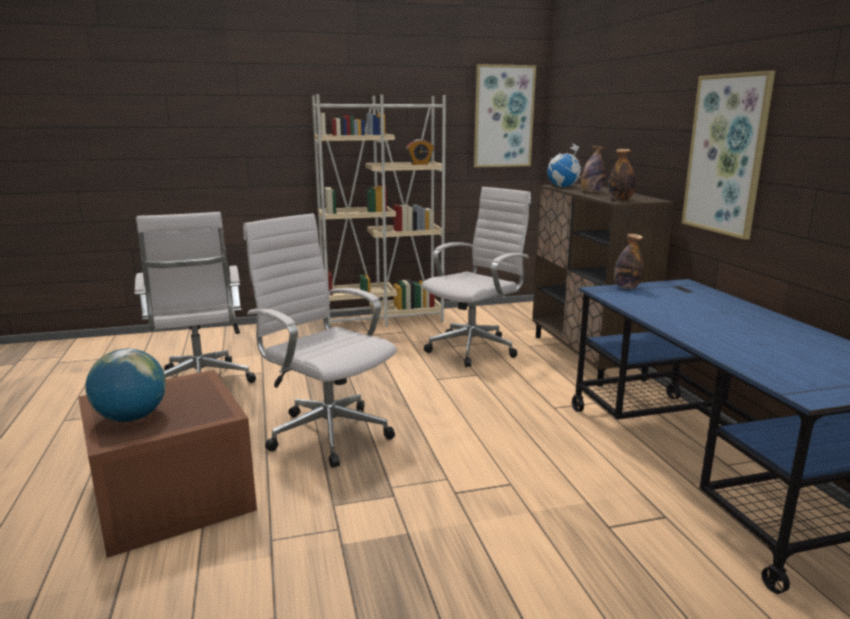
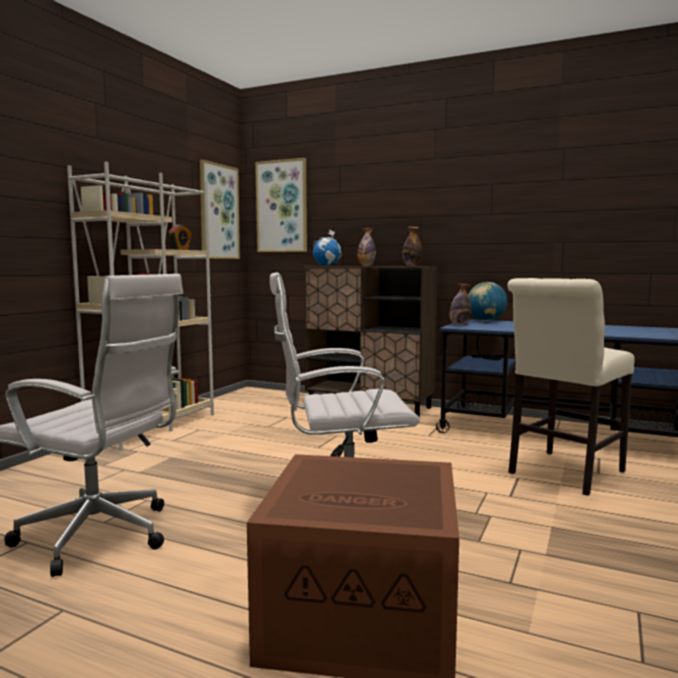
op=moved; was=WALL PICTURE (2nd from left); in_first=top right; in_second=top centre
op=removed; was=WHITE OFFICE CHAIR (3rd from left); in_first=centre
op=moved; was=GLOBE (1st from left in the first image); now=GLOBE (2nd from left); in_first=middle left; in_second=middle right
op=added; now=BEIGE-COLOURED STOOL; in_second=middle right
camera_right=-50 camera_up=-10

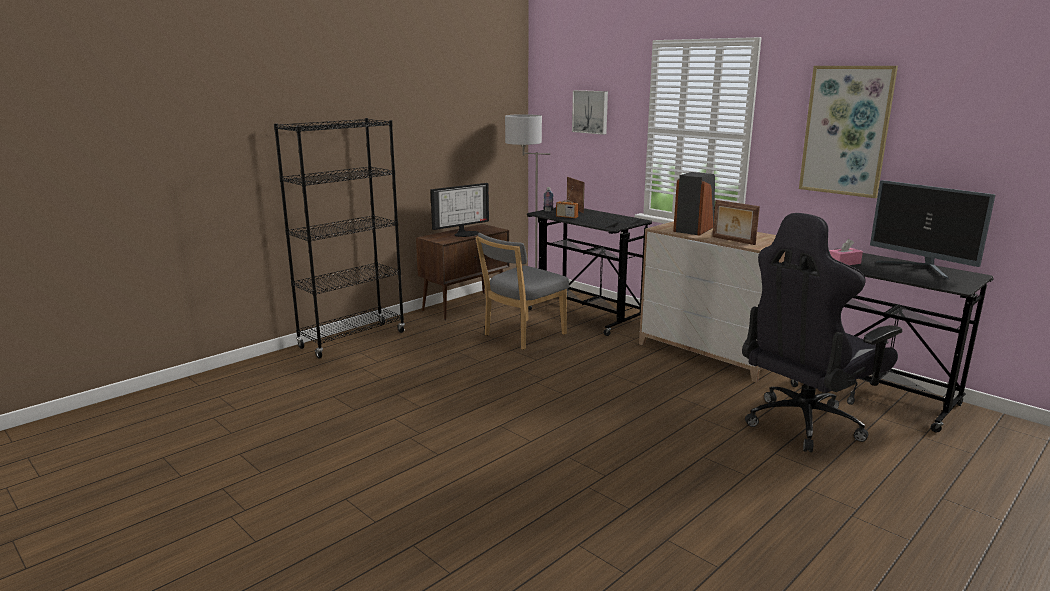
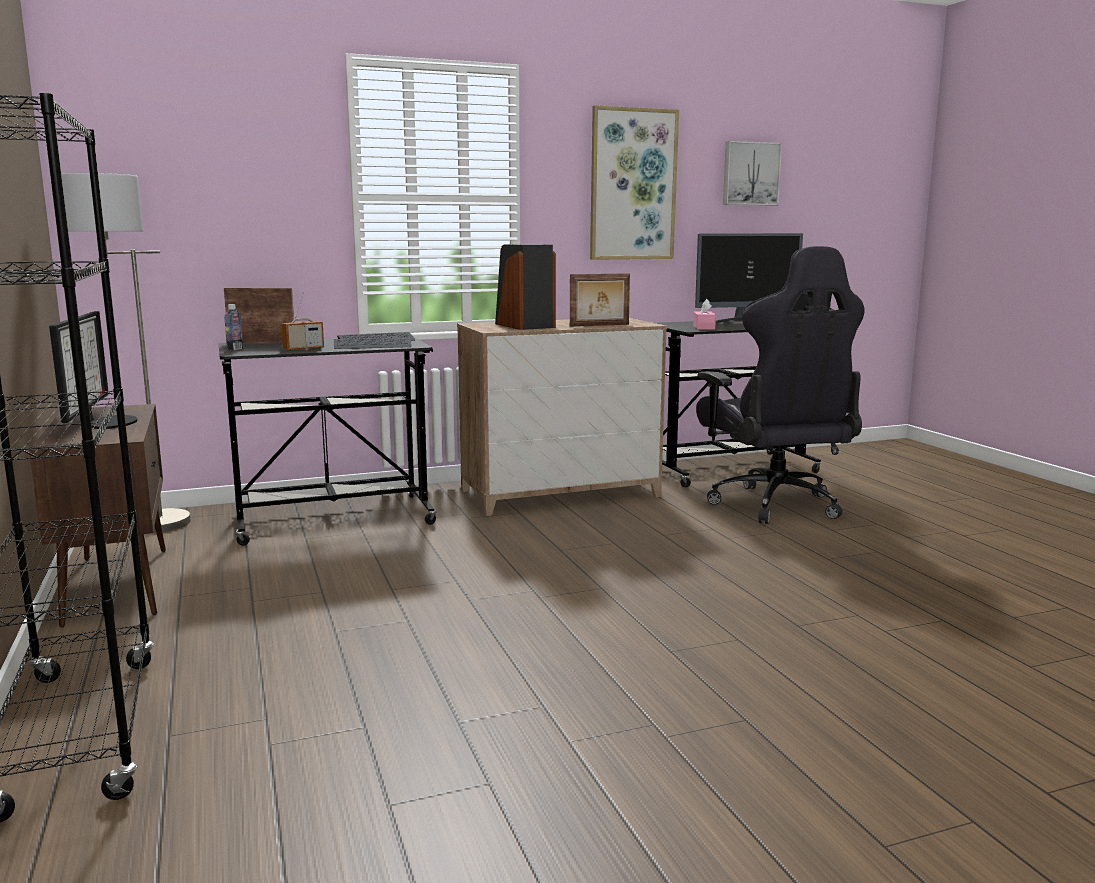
op=moved; was=WALL PICTURE (1st from left in the first image); now=WALL PICTURE (2nd from left); in_first=top centre; in_second=top right
op=removed; was=GRAY PLAIN CHAIR; in_first=centre
camera_right=-65 camera_up=-5

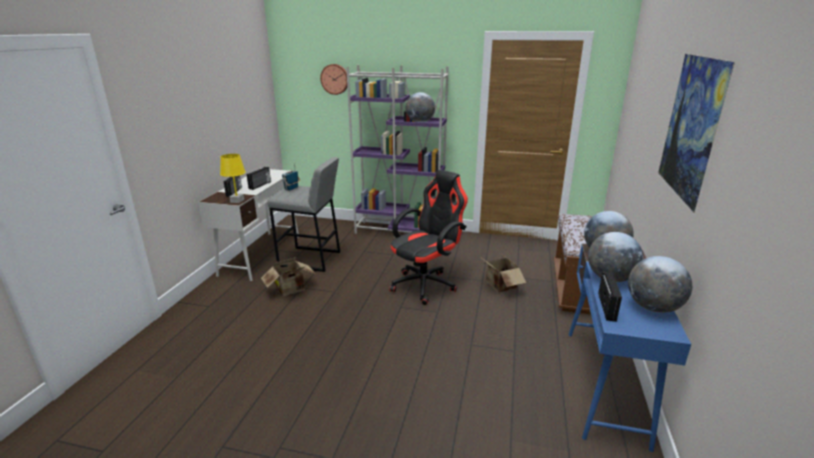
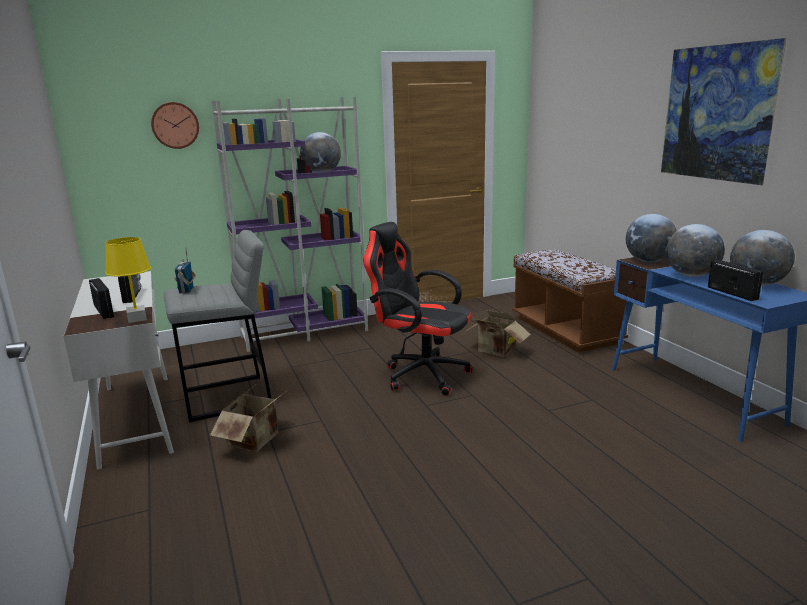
op=turned; was=BLACKISH OFFICE CHAIR; in_first=centre; in_second=centre; clockwise=-60
camera_right=-35 camera_up=-5

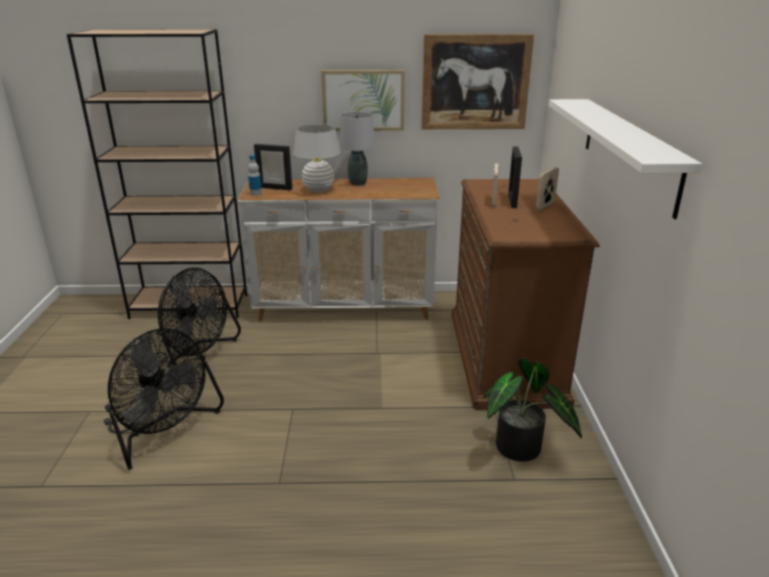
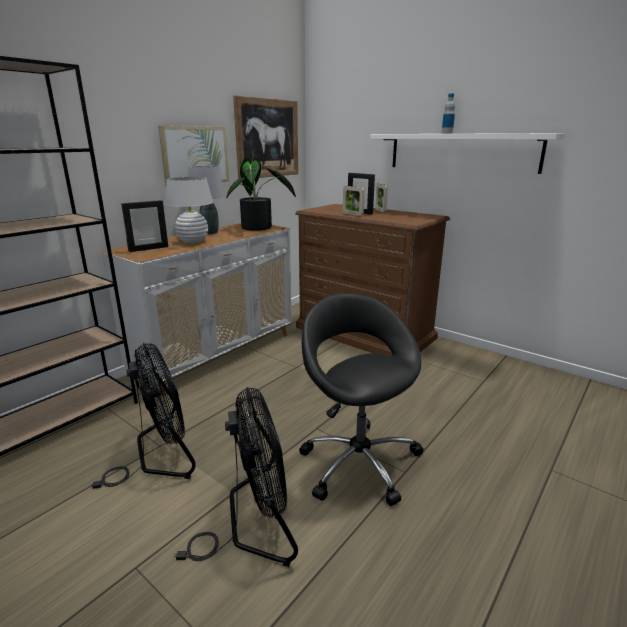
op=moved; was=BOTTLE; in_first=top left; in_second=top right
op=moved; was=PLANT IN A POT; in_first=bottom right; in_second=top centre
op=added; now=BLACKISH OFFICE CHAIR; in_second=centre
camera_right=-50 camera_up=-5

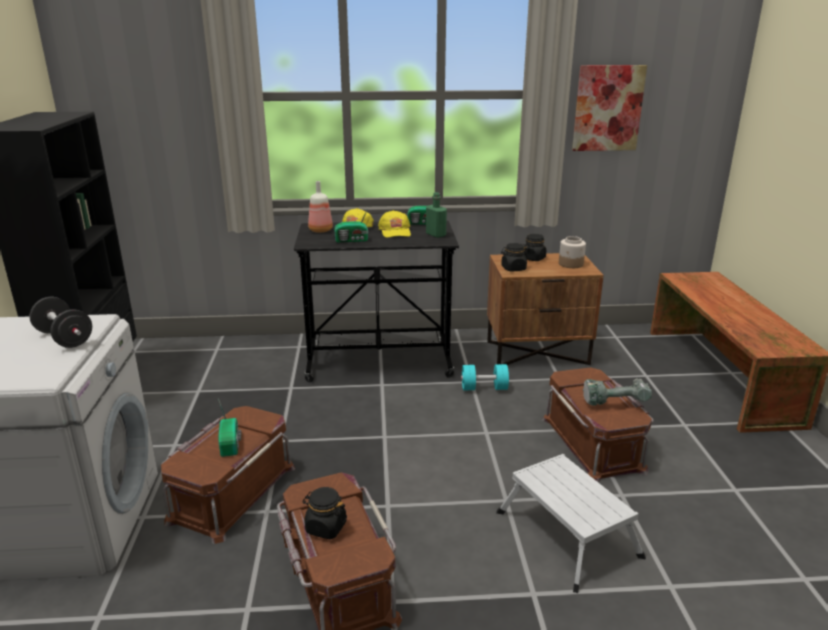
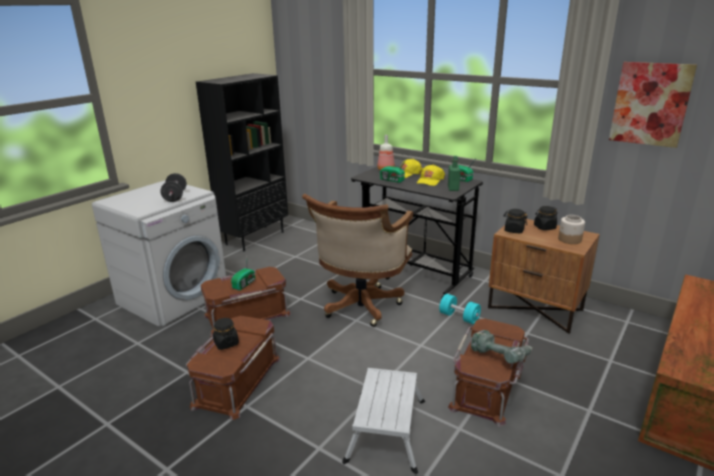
op=added; now=OFFICE CHAIR; in_second=centre
camera_right=40 camera_up=0

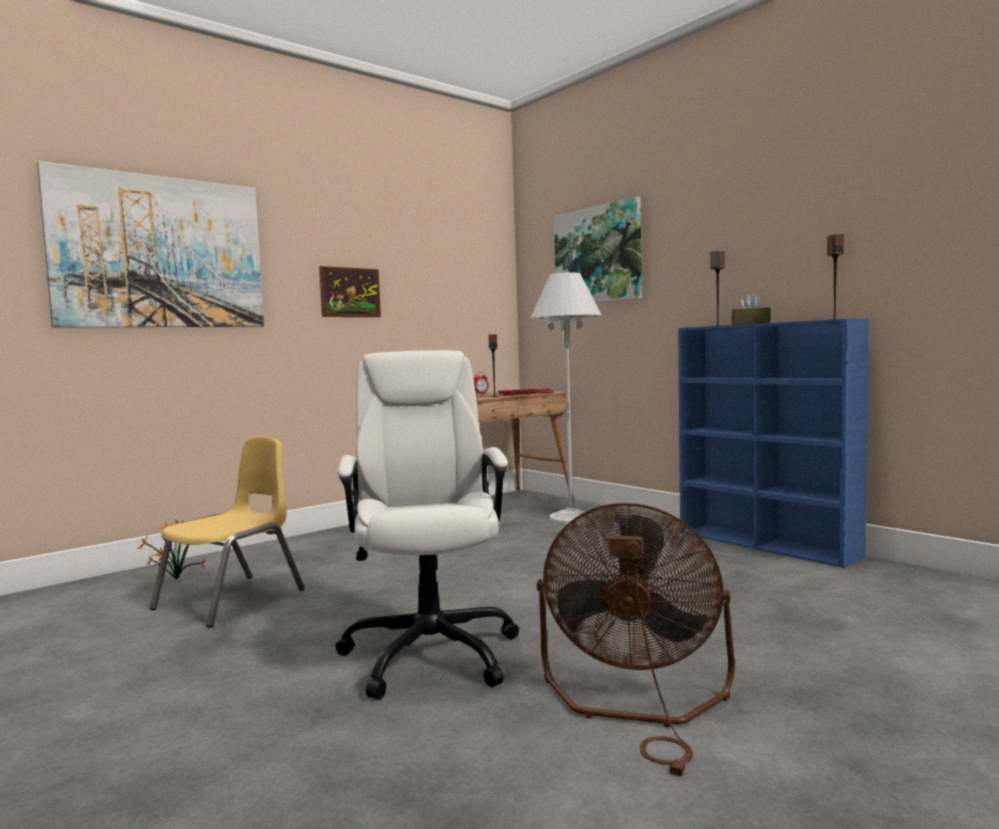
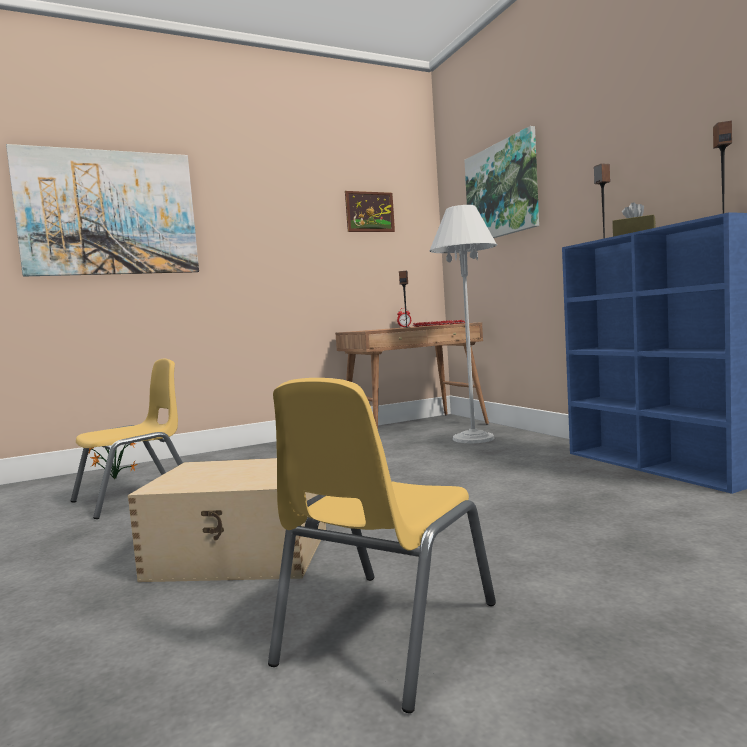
op=moved; was=WALL PICTURE (2nd from left); in_first=centre; in_second=top centre
op=replaced; was=WHITE OFFICE CHAIR; now=BEIGE-COLOURED STORAGE CONTAINER; in_first=centre; in_second=bottom left
op=replaced; was=BROWN-COLOURED COOLING FAN; now=YELLOW-COLOURED PLAIN CHAIR (2nd from left); in_first=bottom centre; in_second=bottom centre
camera_right=15 camera_up=0

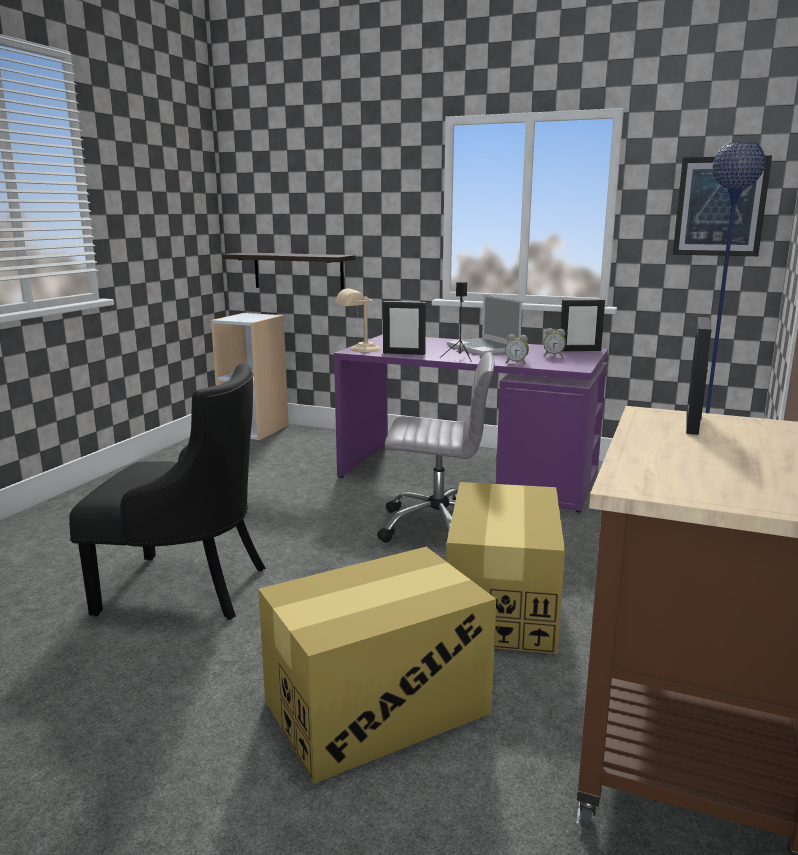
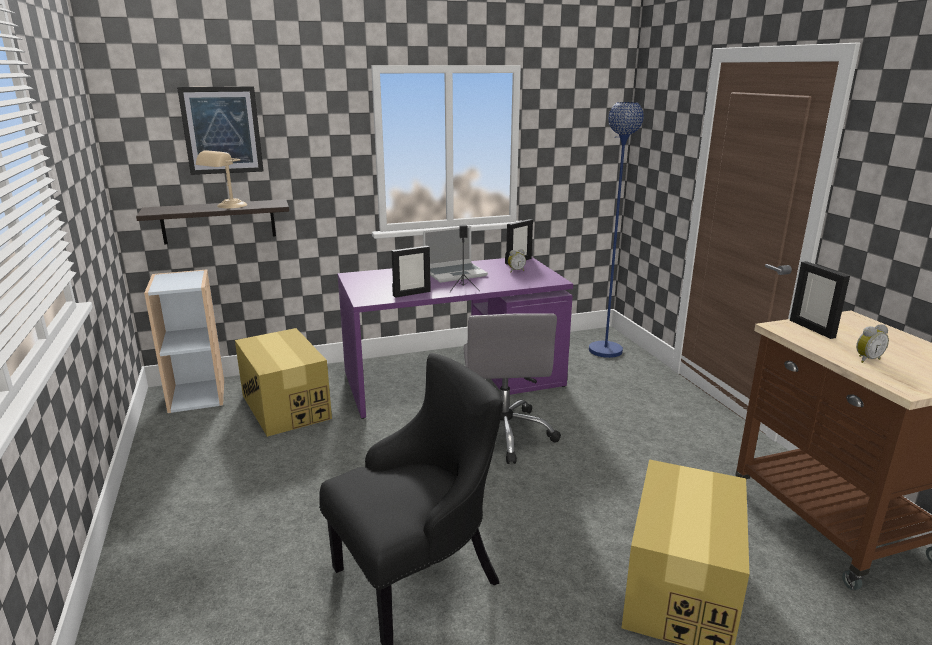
op=moved; was=WALL PICTURE; in_first=top right; in_second=top left
op=moved; was=BEIGE-COLOURED TABLE LAMP; in_first=centre; in_second=top left
op=turned; was=NOTEBOOK COMPUTER; in_first=centre; in_second=centre; clockwise=-45
op=moved; was=ALARM CLOCK (1st from left in the first image); now=ALARM CLOCK (2nd from left); in_first=centre; in_second=middle right
op=turned; was=GRAY OFFICE CHAIR; in_first=centre; in_second=centre; clockwise=120
op=moved; was=CARDBOARD BOX (2nd from left in the first image); now=CARDBOARD BOX (1st from left); in_first=centre; in_second=middle left
camera_right=-40 camera_up=5

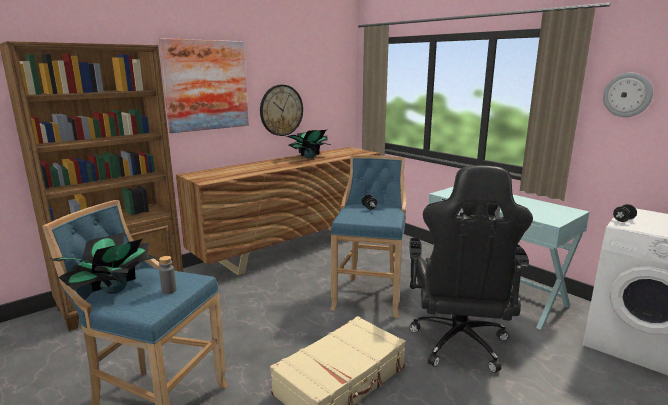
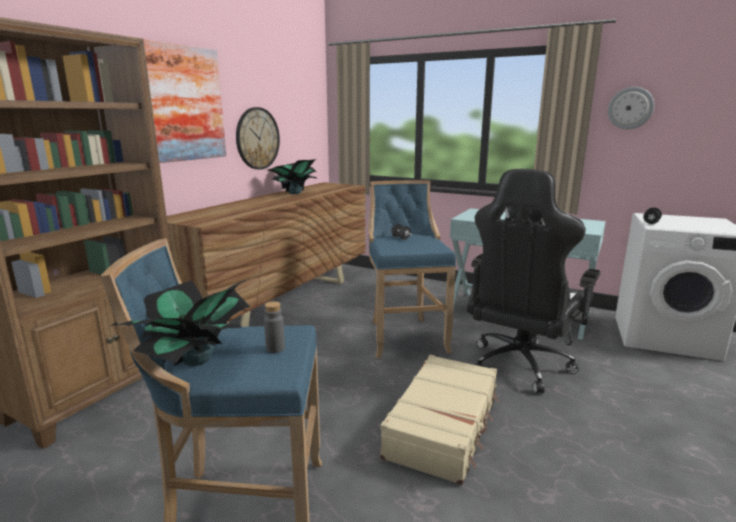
op=turned; was=BLACKISH OFFICE CHAIR; in_first=middle right; in_second=middle right; clockwise=45
camera_right=-20 camera_up=0

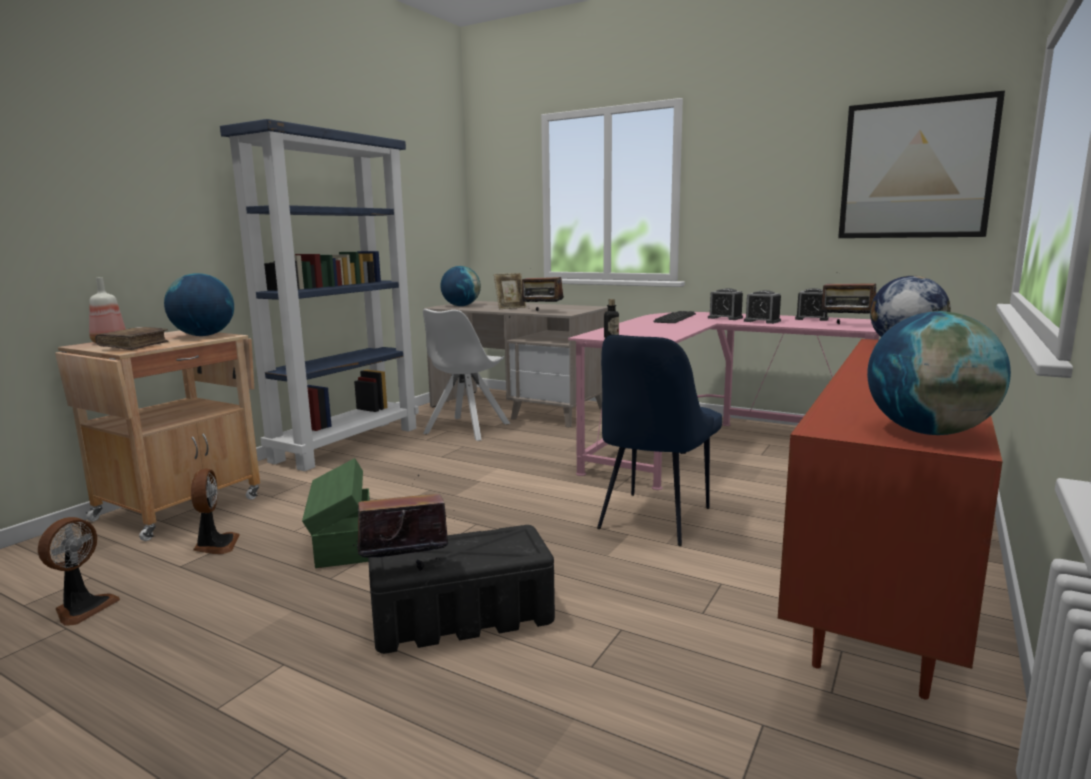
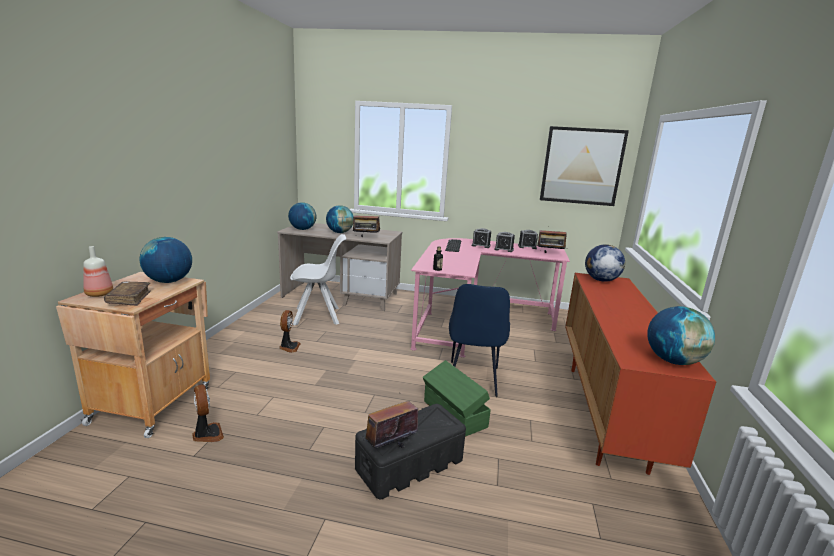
op=removed; was=BLUE BOOKCASE; in_first=middle left
op=replaced; was=PICTURE FRAME; now=GLOBE (3rd from left); in_first=centre; in_second=centre
op=turned; was=WHITE PLAIN CHAIR; in_first=centre; in_second=centre; clockwise=-105
op=moved; was=GREENISH STORAGE CONTAINER; in_first=middle left; in_second=bottom centre
op=moved; was=COOLING FAN (1st from left in the first image); now=COOLING FAN (2nd from left); in_first=bottom left; in_second=centre
camera_right=-20 camera_up=5

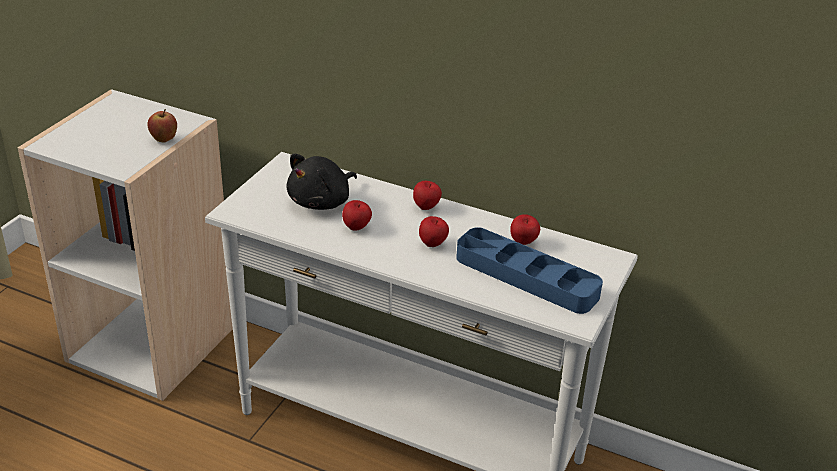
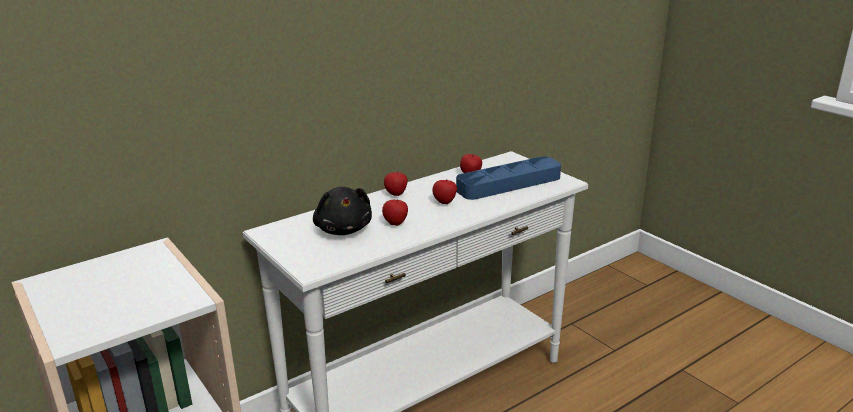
op=removed; was=APPLE FRUIT (1st from left); in_first=top left
camera_right=-60 camera_up=-10

